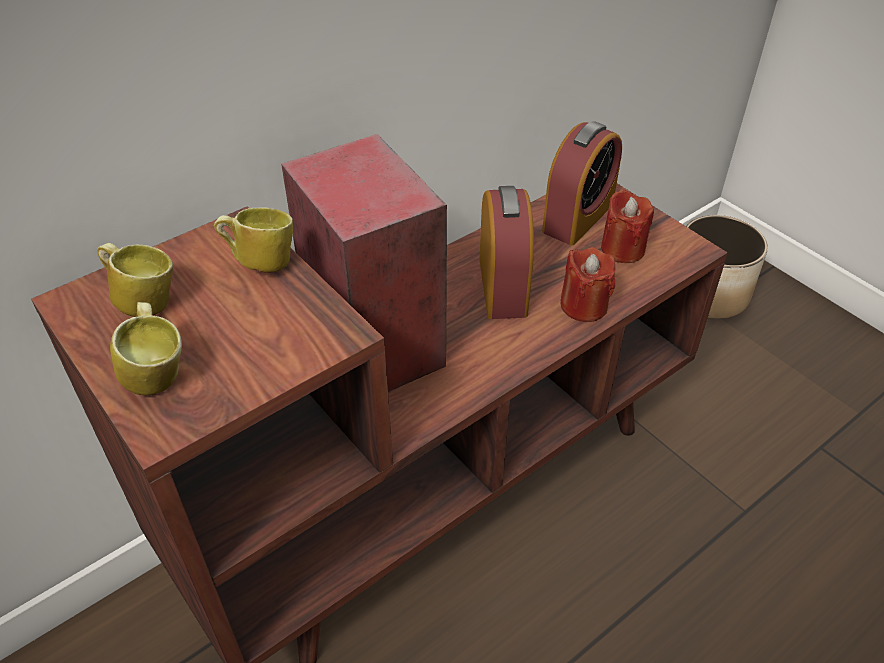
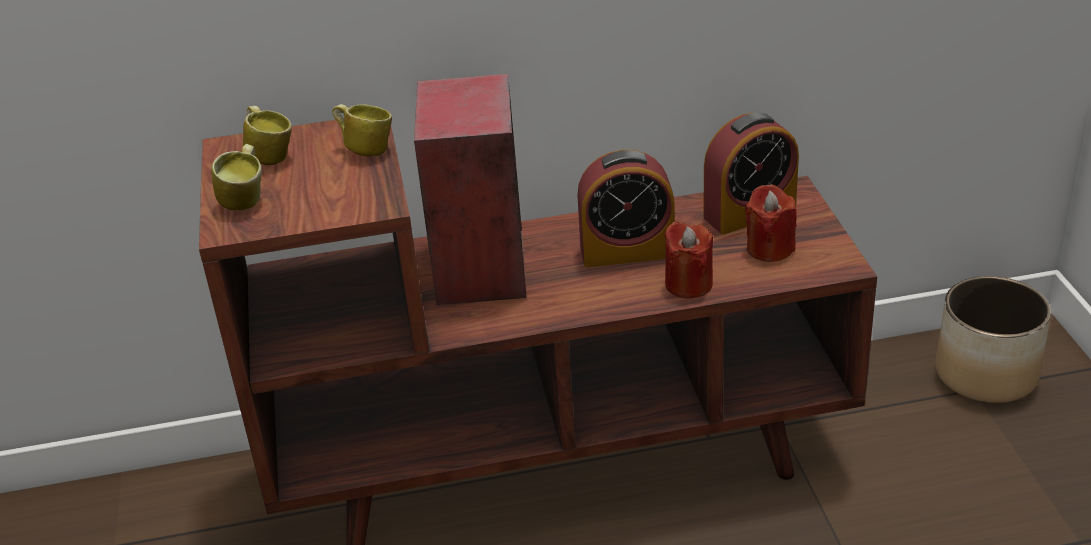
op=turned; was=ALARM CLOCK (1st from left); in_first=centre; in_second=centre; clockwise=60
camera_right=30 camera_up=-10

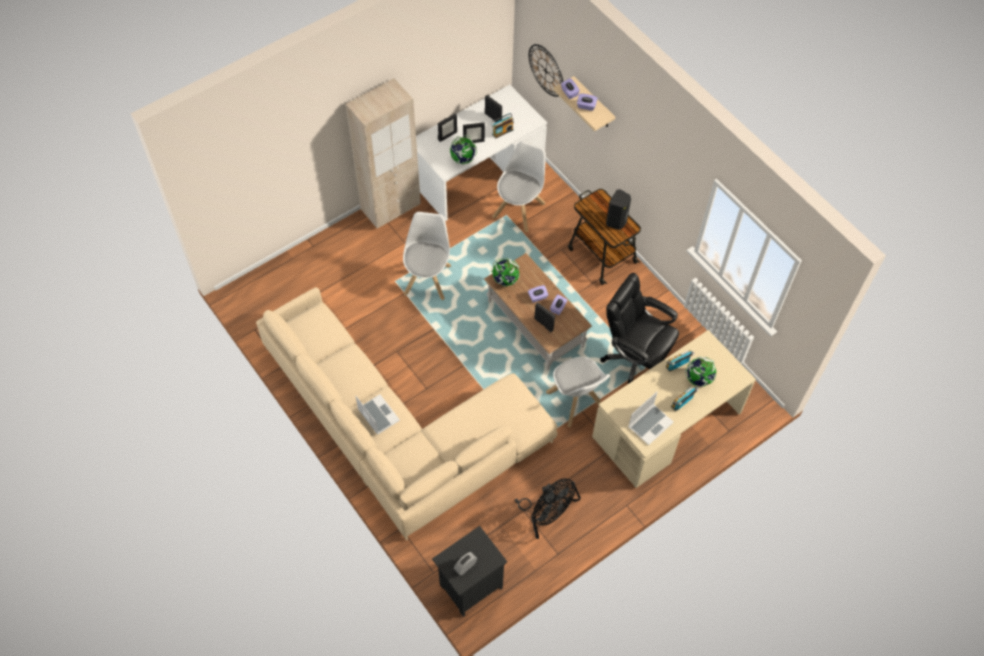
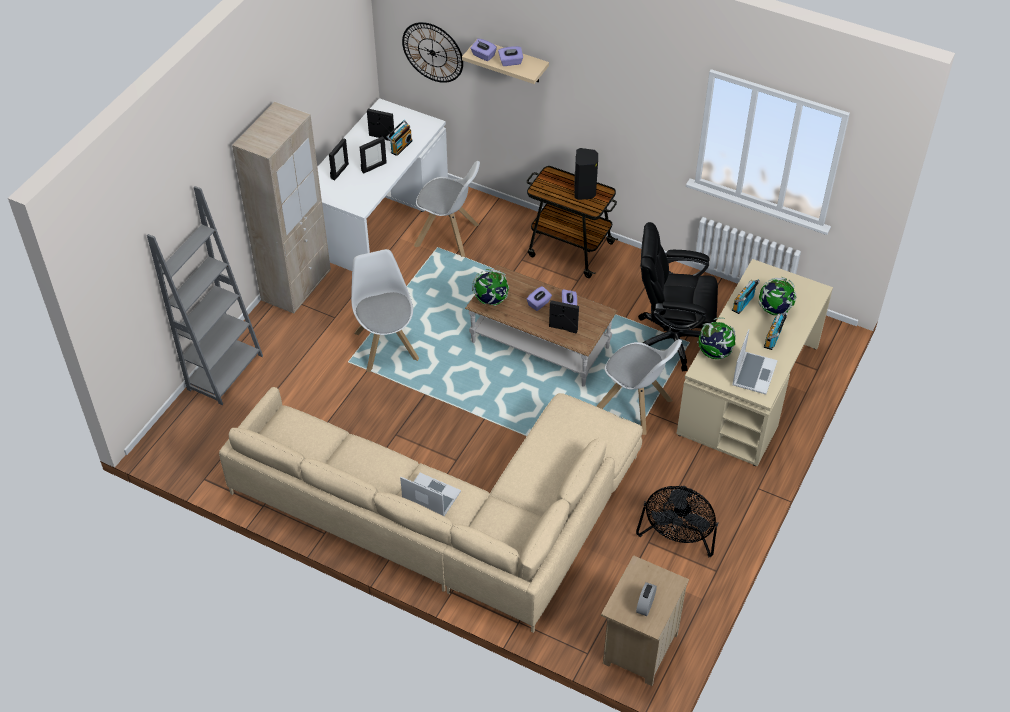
op=moved; was=GLOBE (1st from left in the first image); now=GLOBE (2nd from left); in_first=top centre; in_second=middle right
op=turned; was=PLAIN CHAIR (2nd from left); in_first=top centre; in_second=top centre; clockwise=105
op=turned; was=BLACKISH COOLING FAN; in_first=bottom centre; in_second=bottom right; clockwise=90
op=recoloured; was=BLACKISH NIGHT TABLE; now=BEIGE-COLOURED NIGHT TABLE; in_first=bottom centre; in_second=bottom centre
op=added; now=GRAY BOOKCASE; in_second=middle left
camera_right=-25 camera_up=-10

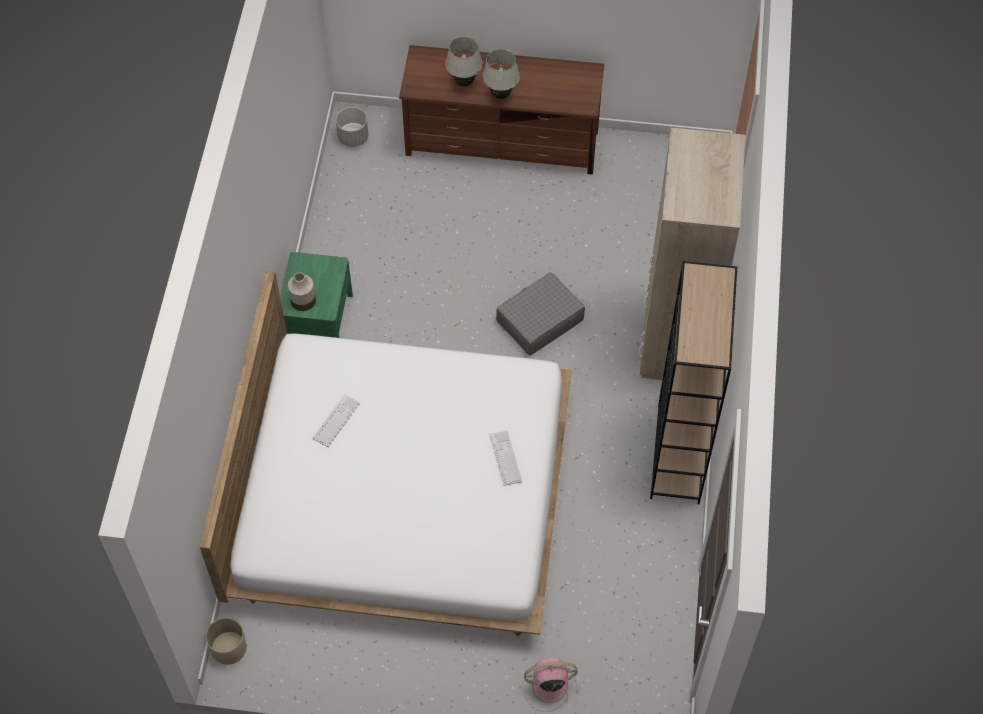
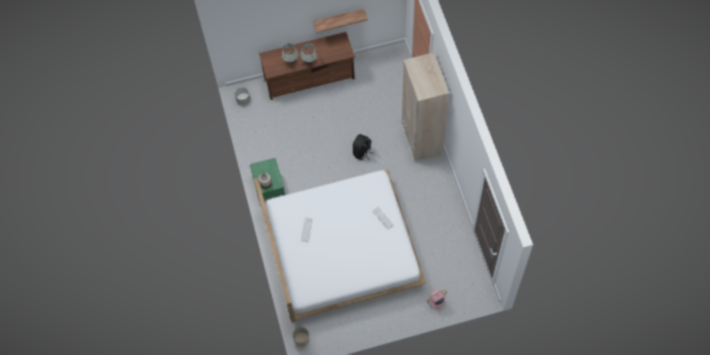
op=removed; was=BEIGE-COLOURED BOOKCASE; in_first=middle right
op=replaced; was=GRAY TRAVEL CASE; now=BLACKISH KNAPSACK; in_first=centre; in_second=centre
op=added; now=SHELF; in_second=top centre
camera_right=-20 camera_up=5

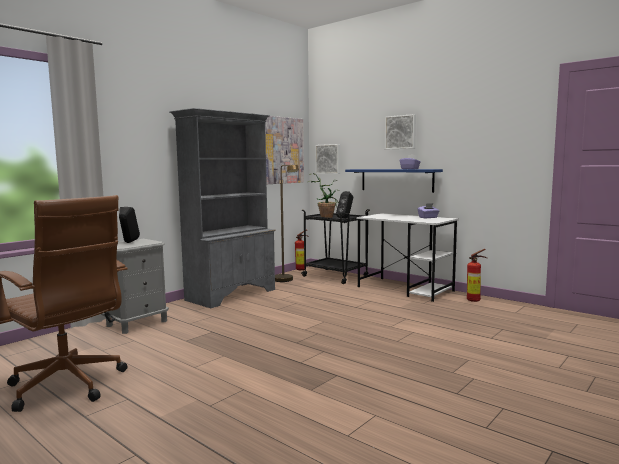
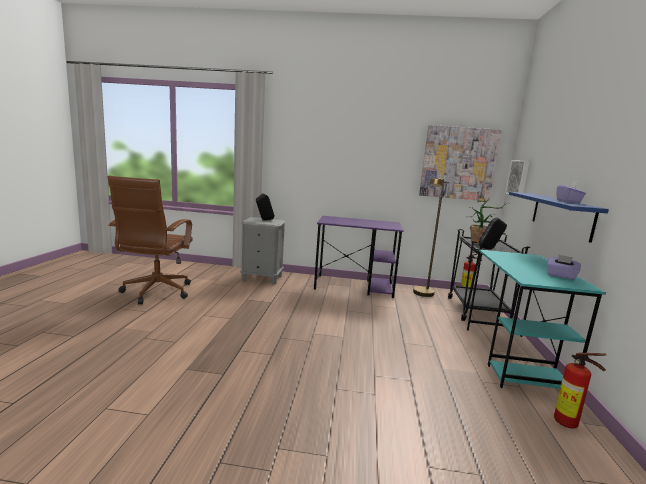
op=replaced; was=GRAY BOOKCASE; now=PURPLISH DESK UNIT; in_first=centre; in_second=centre
op=removed; was=WALL PICTURE (3rd from left); in_first=top centre
op=recoloured; was=WHITE DESK UNIT; now=TURQUOISE-COLOURED DESK UNIT; in_first=centre; in_second=middle right
camera_right=55 camera_up=5

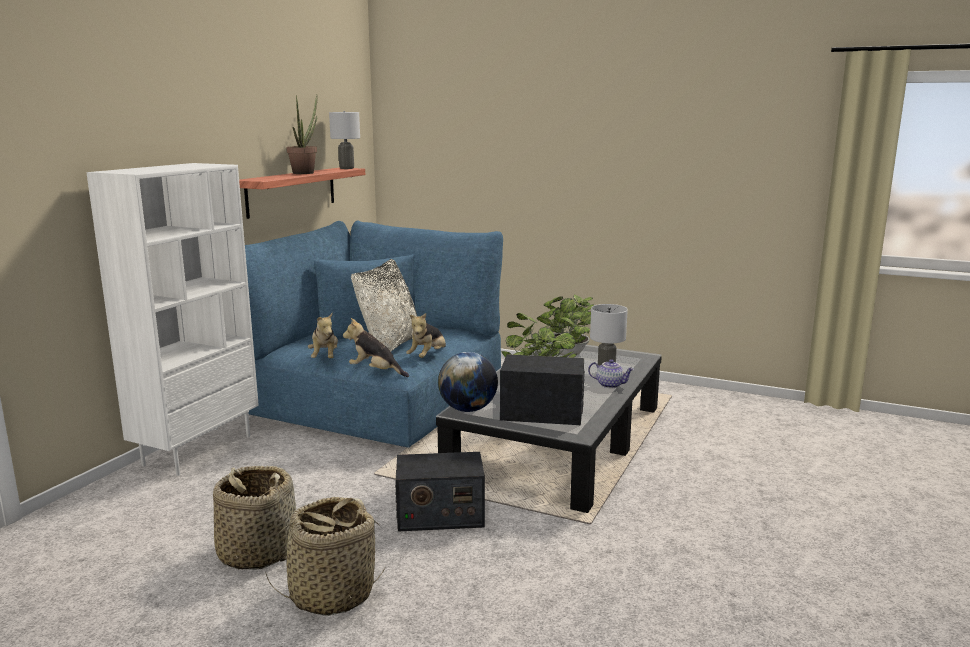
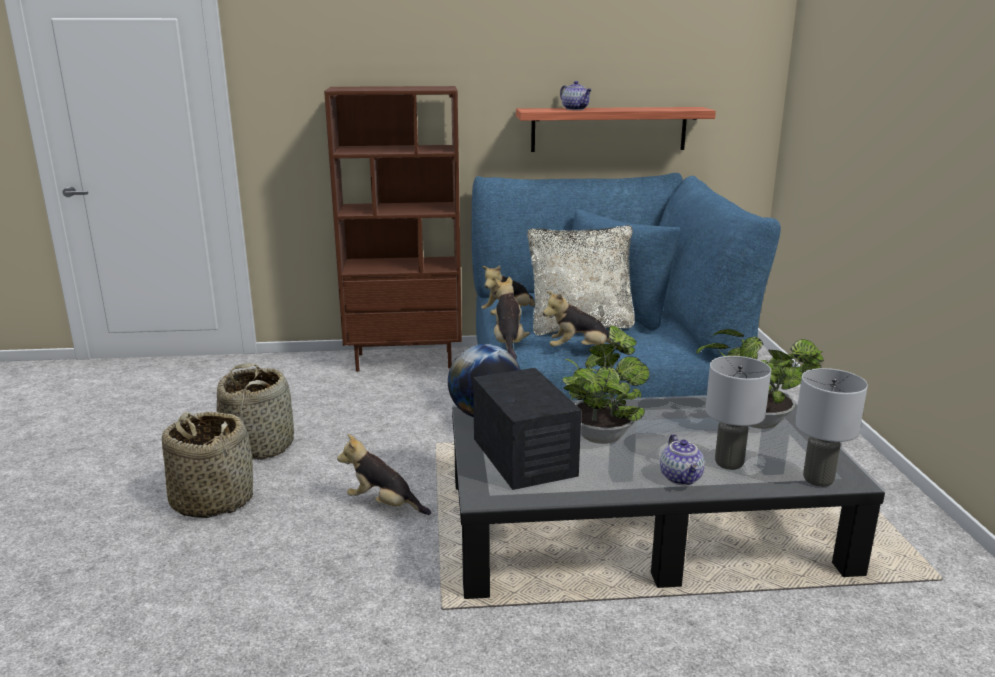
op=removed; was=PLANT IN A POT (1st from left); in_first=top left
op=moved; was=WHITE TABLE LAMP (1st from left in the first image); now=WHITE TABLE LAMP (2nd from left); in_first=top centre; in_second=middle right
op=recoloured; was=WHITE BOOKCASE; now=BROWN-COLOURED BOOKCASE; in_first=middle left; in_second=centre
op=replaced; was=RADIO RECEIVER (1st from left); now=PLUSH TOY (1st from left); in_first=bottom centre; in_second=bottom centre
op=added; now=TEAPOT (1st from left); in_second=top centre
camera_right=60 camera_up=5

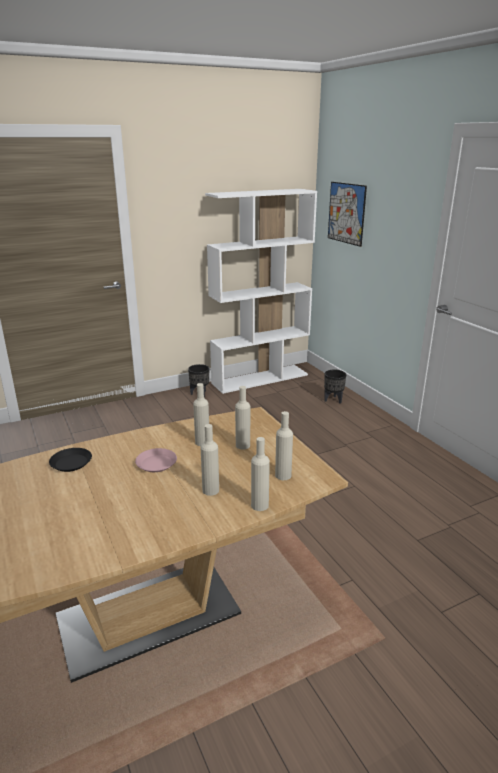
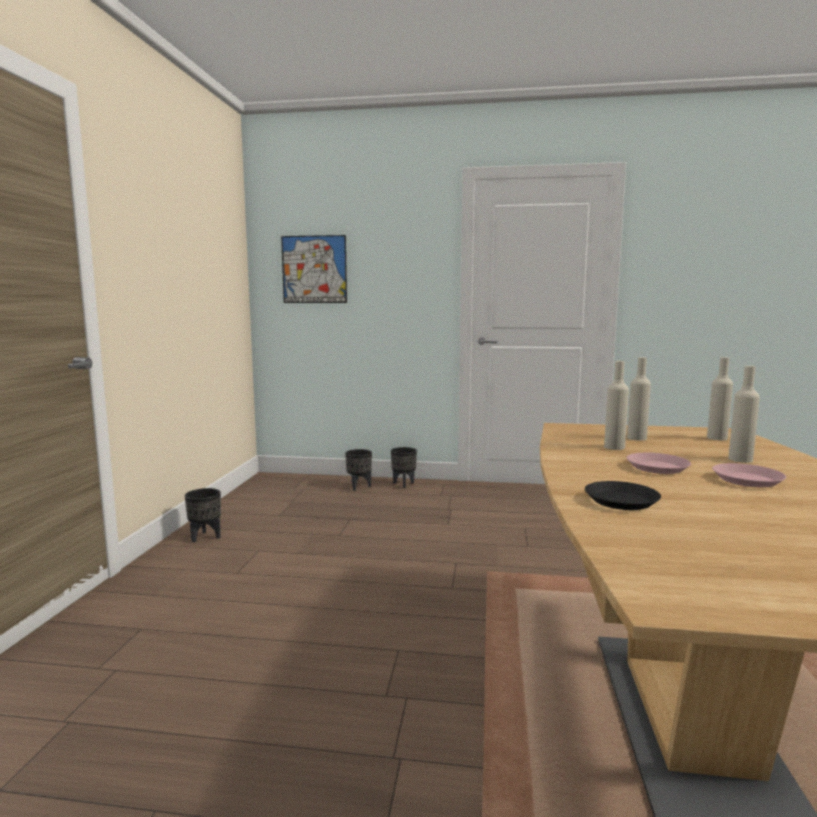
op=removed; was=WHITE BOOKCASE; in_first=centre
op=removed; was=BEIGE-COLOURED BOTTLE (4th from left); in_first=centre
op=added; now=BLACKISH FLOWER POT (3rd from left); in_second=centre
op=added; now=PINK FLAT DISH (2nd from left); in_second=middle right
camera_right=-55 camera_up=-15

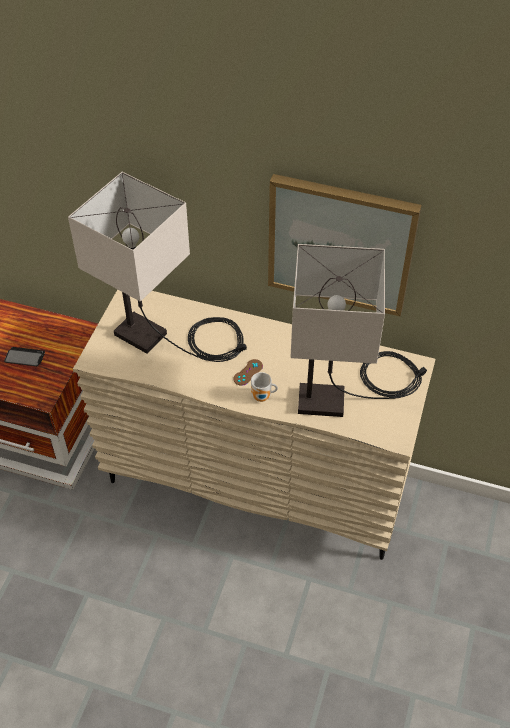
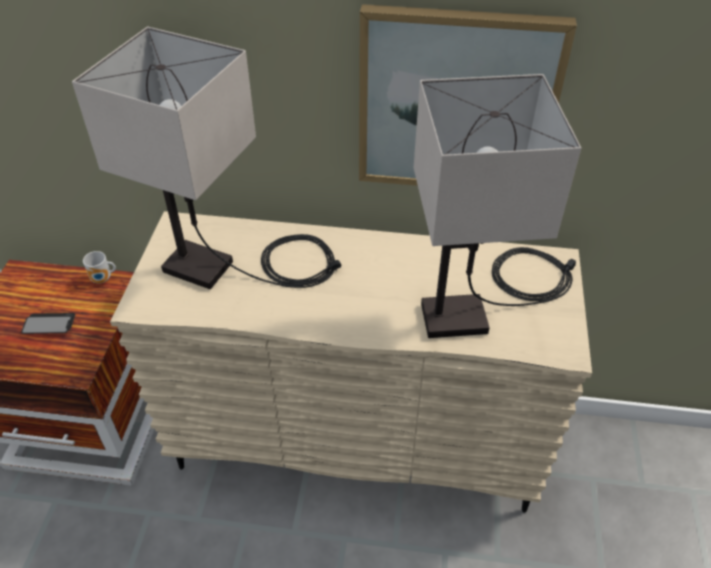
op=removed; was=BROWN-COLOURED GAMEPAD; in_first=centre
op=moved; was=COFFEE MUG; in_first=centre; in_second=middle left
camera_right=-10 camera_up=-5

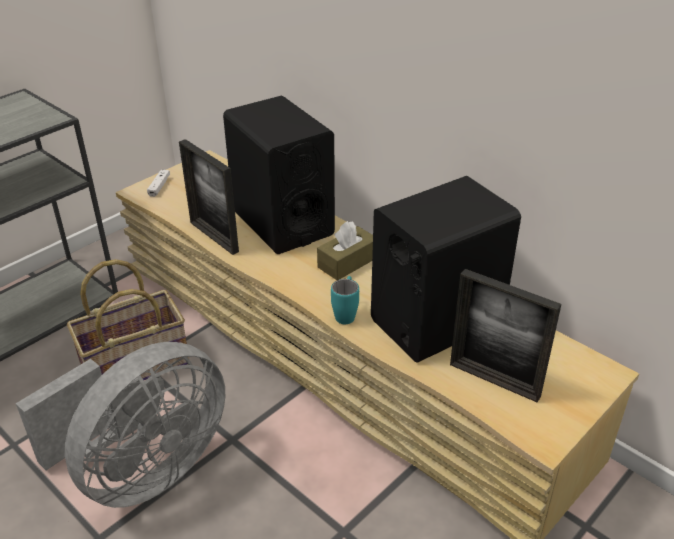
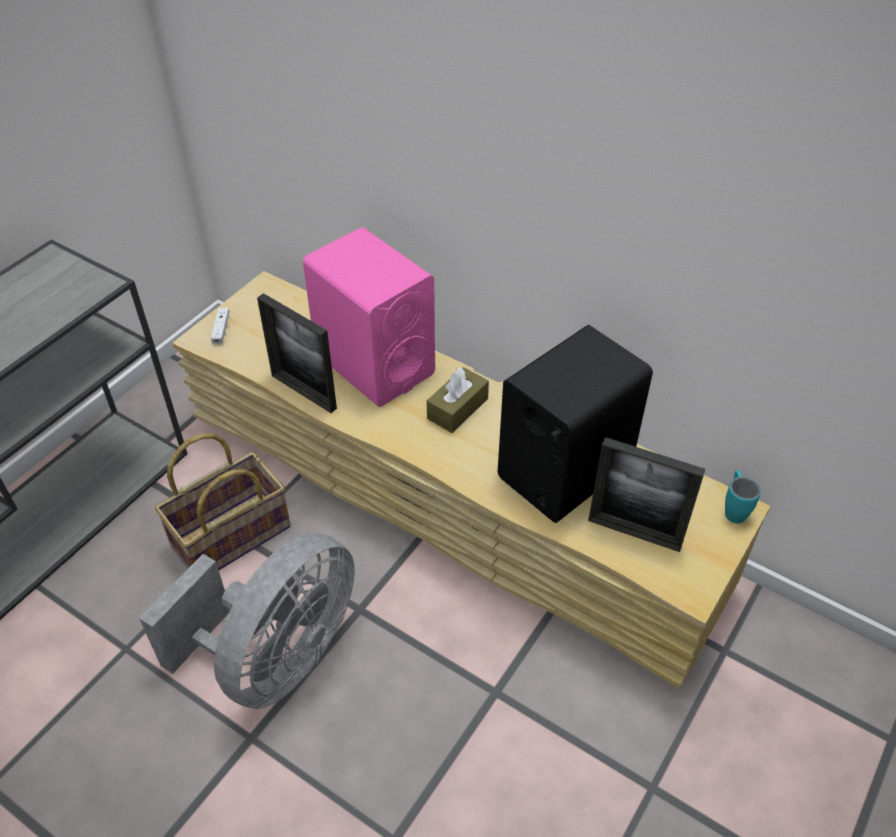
op=recoloured; was=BLACKISH AUDIO SPEAKER (1st from left); now=PINK AUDIO SPEAKER; in_first=top centre; in_second=centre
op=moved; was=TURQUOISE-COLOURED COFFEE MUG; in_first=centre; in_second=middle right
camera_right=-10 camera_up=10

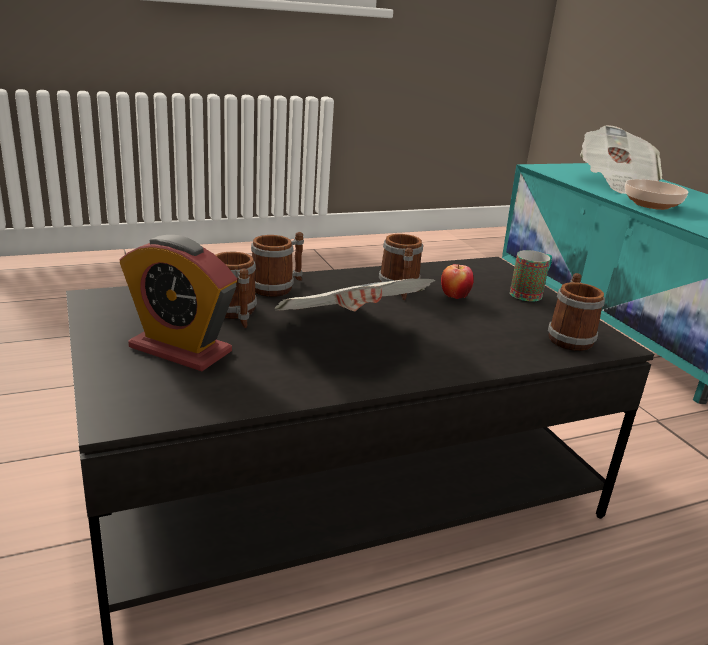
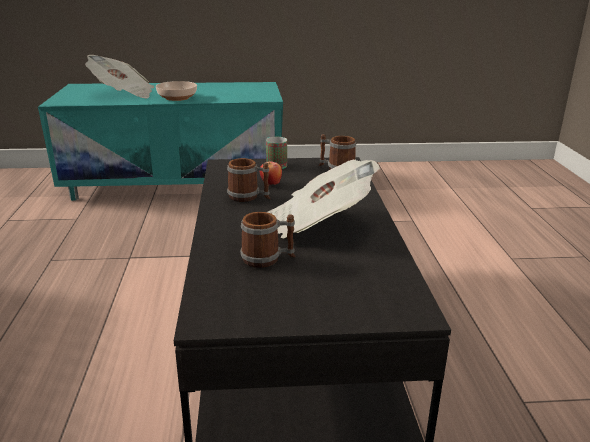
op=removed; was=COFFEE MUG (2nd from left); in_first=centre
op=removed; was=ALARM CLOCK; in_first=middle left
camera_right=-70 camera_up=0

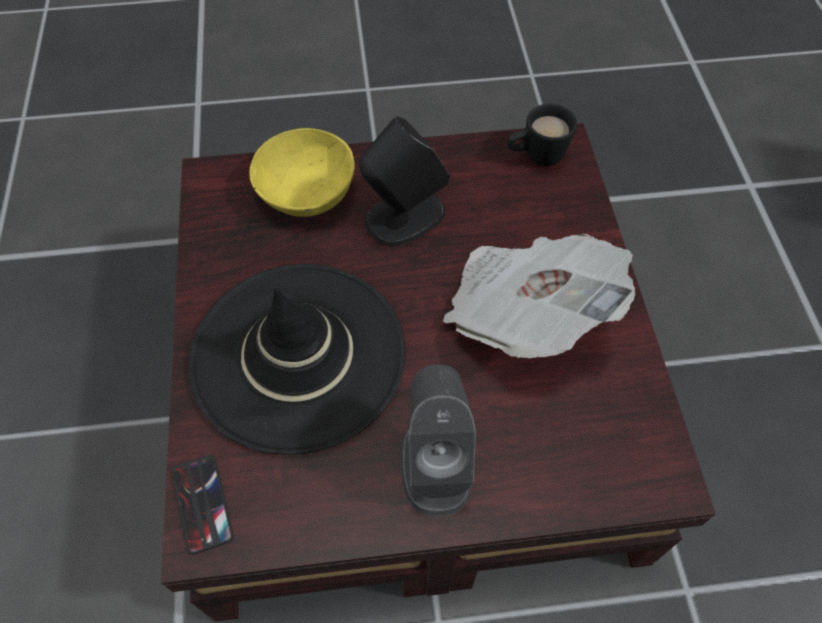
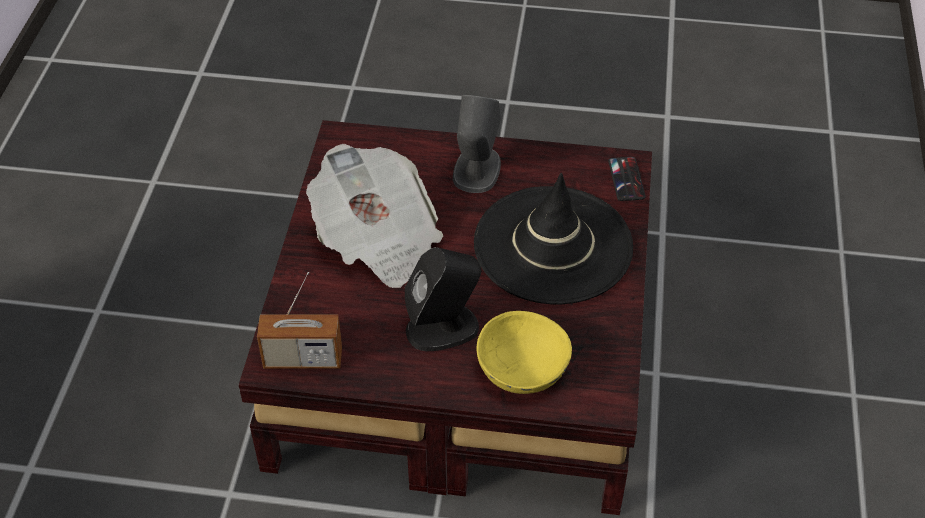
op=replaced; was=BLACKISH COFFEE MUG; now=RADIO RECEIVER; in_first=top centre; in_second=middle left
camera_right=-165 camera_up=-10

